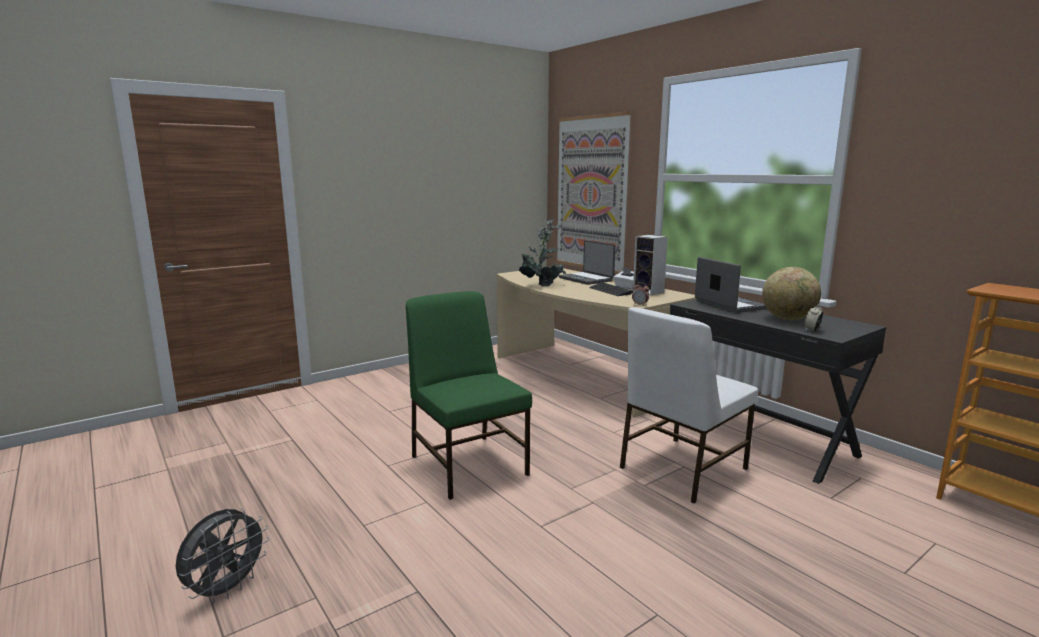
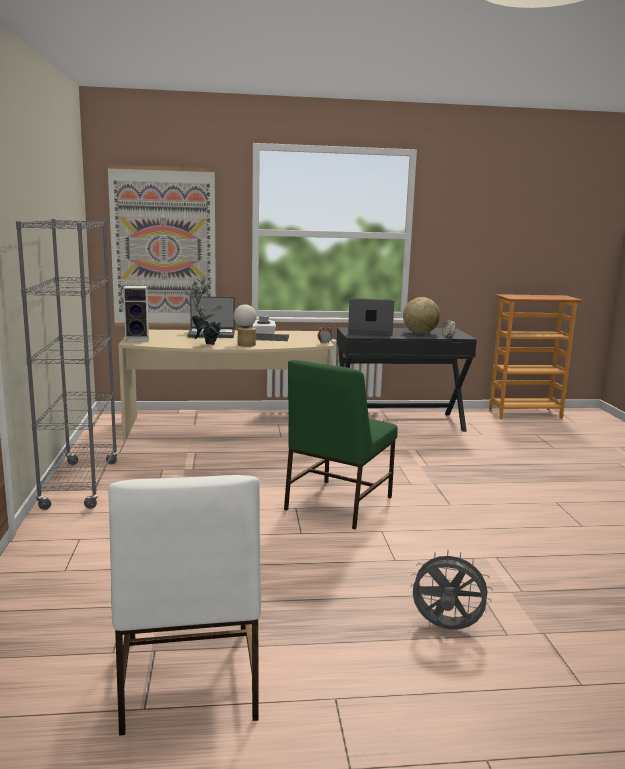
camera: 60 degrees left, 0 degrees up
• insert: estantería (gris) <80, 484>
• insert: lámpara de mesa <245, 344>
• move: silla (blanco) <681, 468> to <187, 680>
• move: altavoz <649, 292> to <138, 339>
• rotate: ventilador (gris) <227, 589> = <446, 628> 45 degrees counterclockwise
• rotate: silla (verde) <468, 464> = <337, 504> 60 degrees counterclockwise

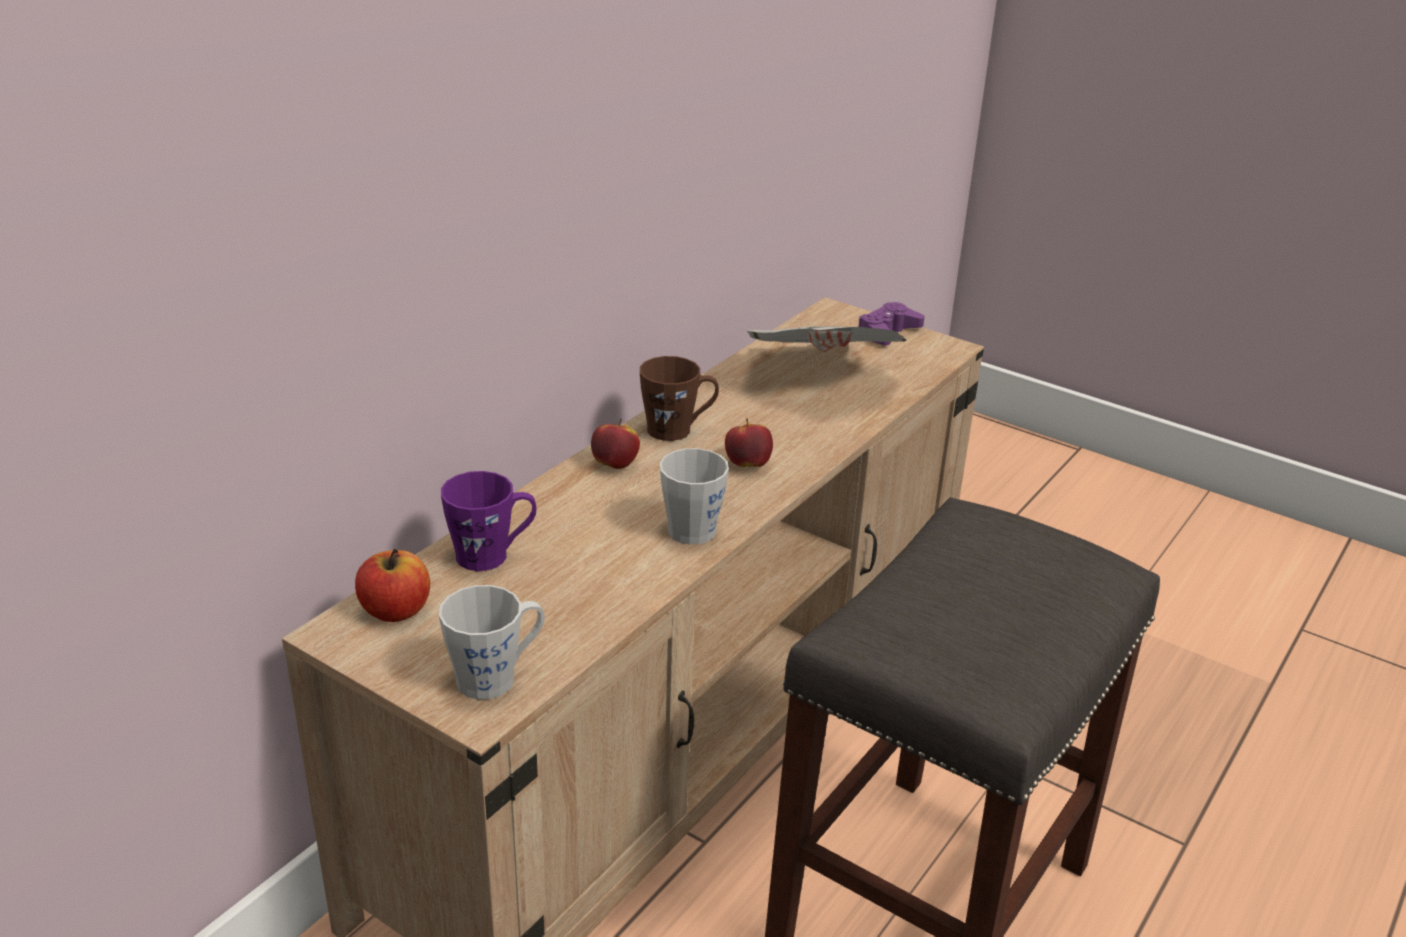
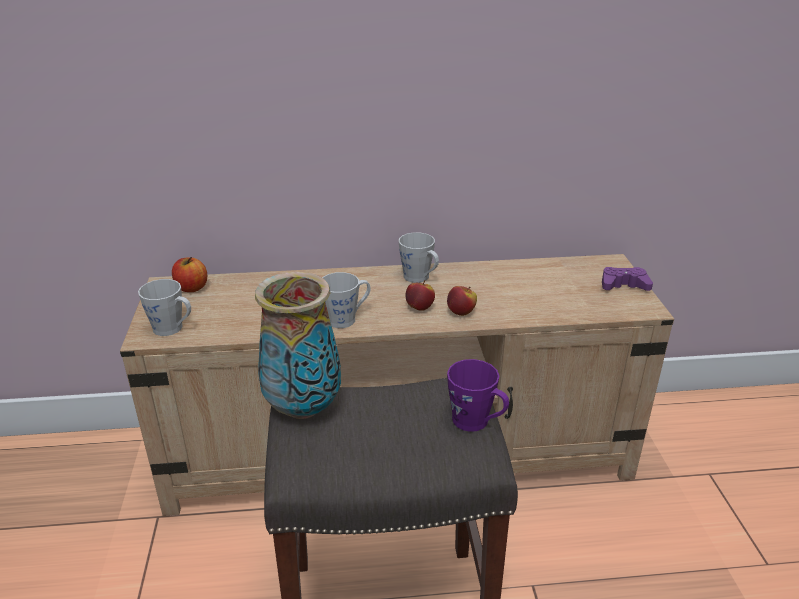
camera: 50 degrees right, 0 degrees up
• delete: periódico <821, 376>
• insert: florero <303, 409>
• move: taza grande (morado) <492, 555> to <476, 422>
• move: manzana <615, 465> to <461, 312>
• recolor: taza grande (marrón) <678, 430> to taza grande (gris) <420, 278>

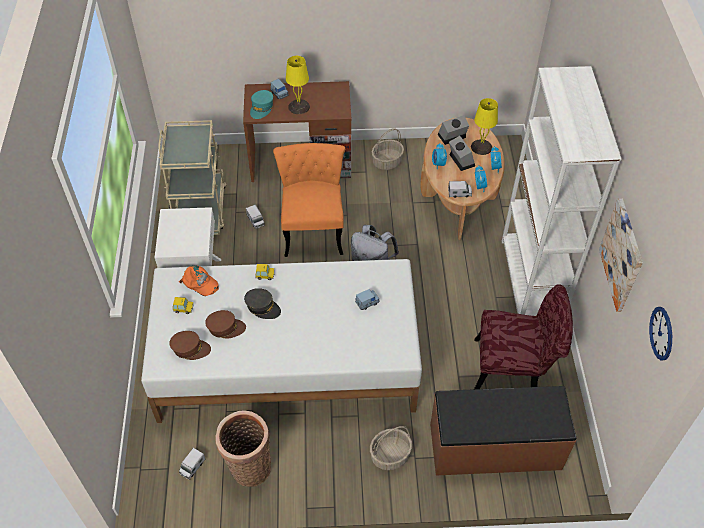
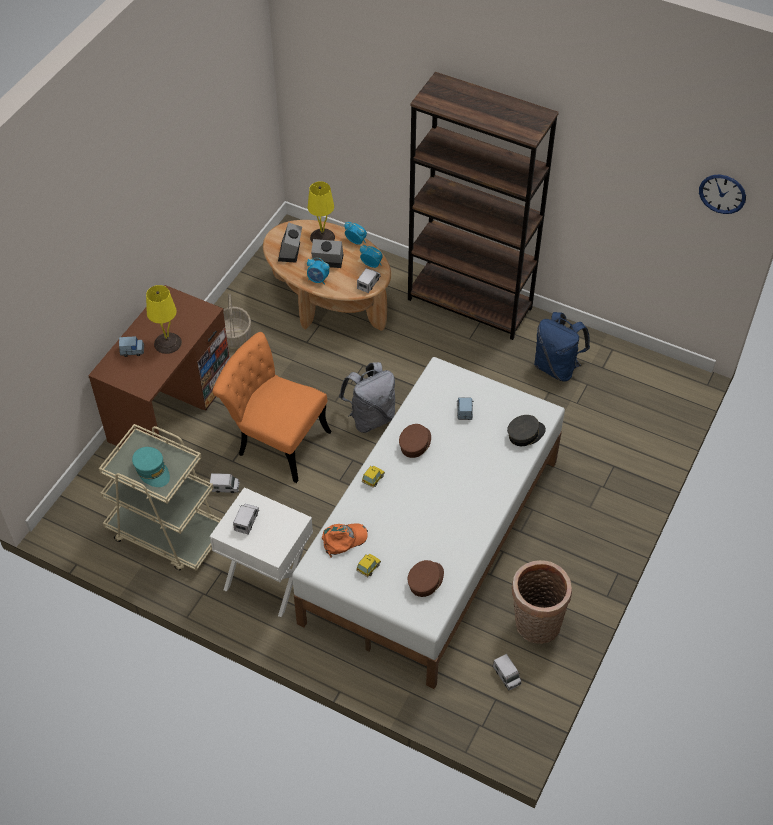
camera: 60 degrees left, 0 degrees up
• delete: cesta <390, 456>
• delete: banco (marrón) <495, 447>
• delete: cuadro <622, 255>
• insert: camión de juguete <247, 521>
• move: gorra (marrón) <225, 328> to <415, 444>
• move: gorra (gris) <262, 307> to <525, 434>
• move: gorra (turquesa) <261, 108> to <152, 471>
• replace: silla (rojo) <514, 370> to mochila (azul) <557, 367>
• recolor: estantería (blanco) <531, 281> to estantería (marrón) <470, 304>

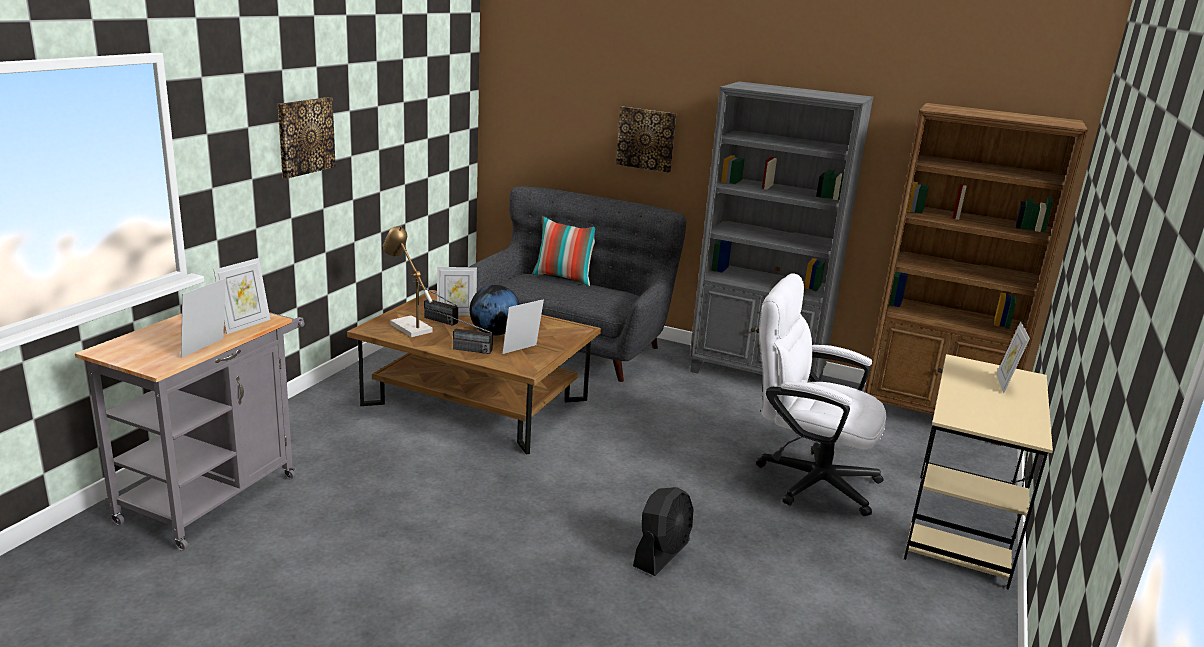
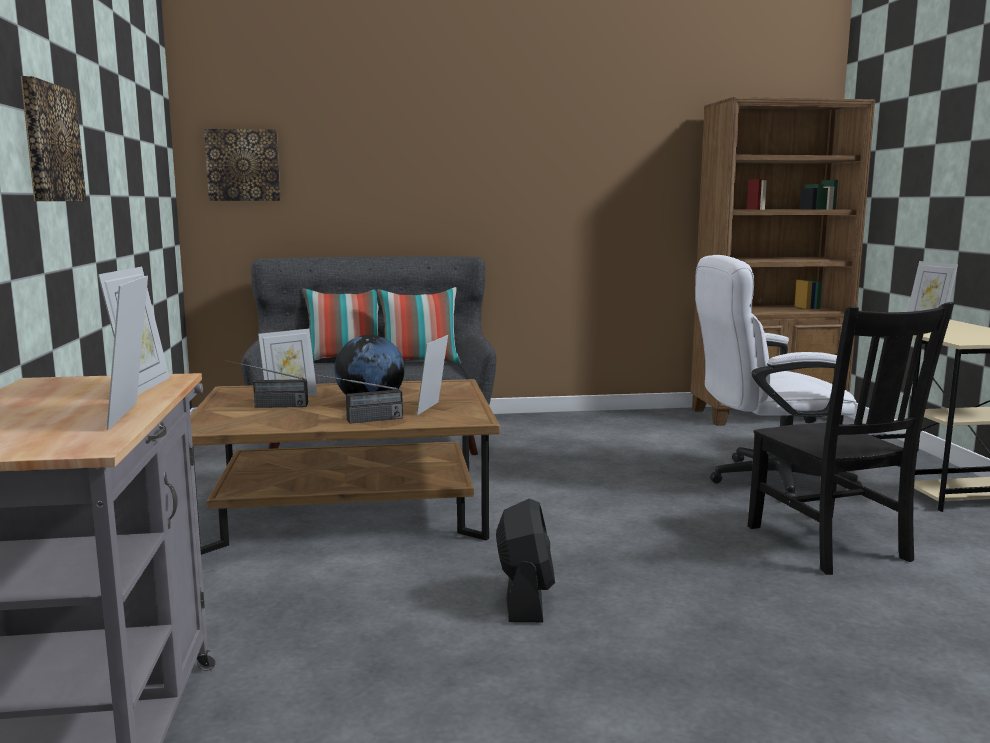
camera: 30 degrees left, 10 degrees down
• delete: lámpara de mesa <407, 326>
• delete: estantería (gris) <757, 375>
• insert: cojín <420, 363>
• insert: silla (negro) <830, 545>
• move: cuadro <646, 139> to <243, 165>
• move: ventilador (negro) <662, 554> to <525, 598>

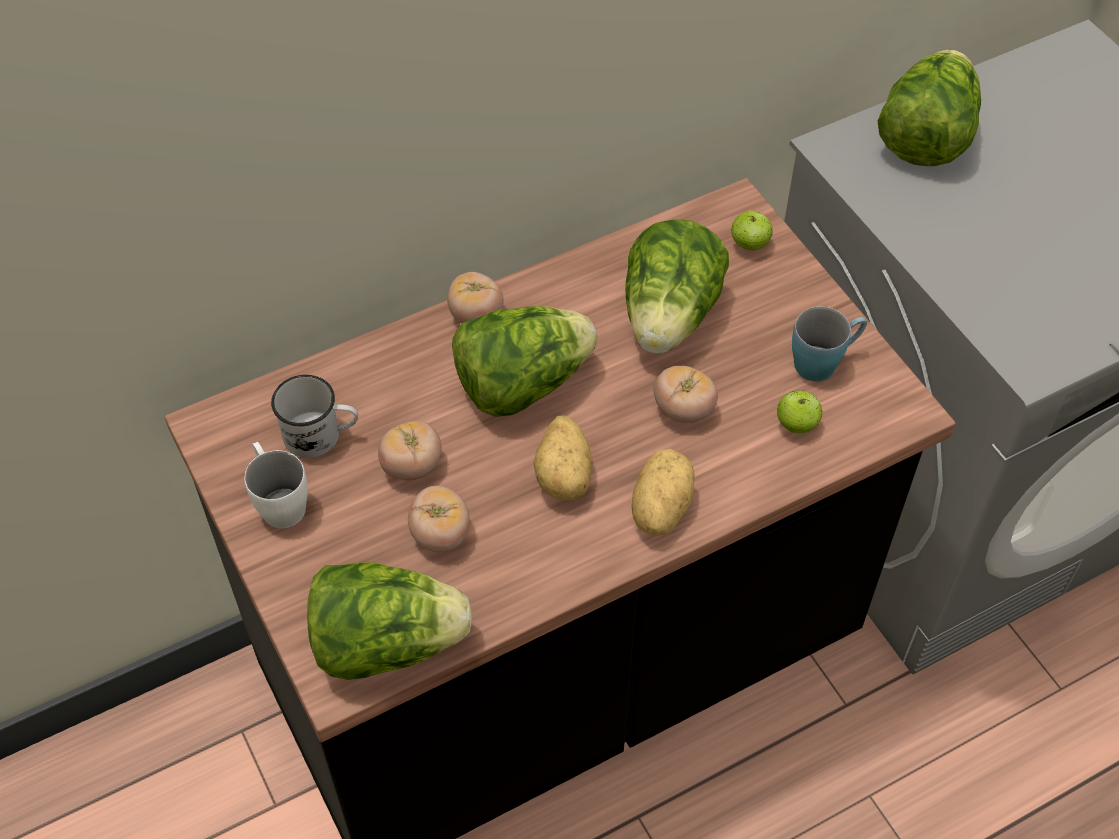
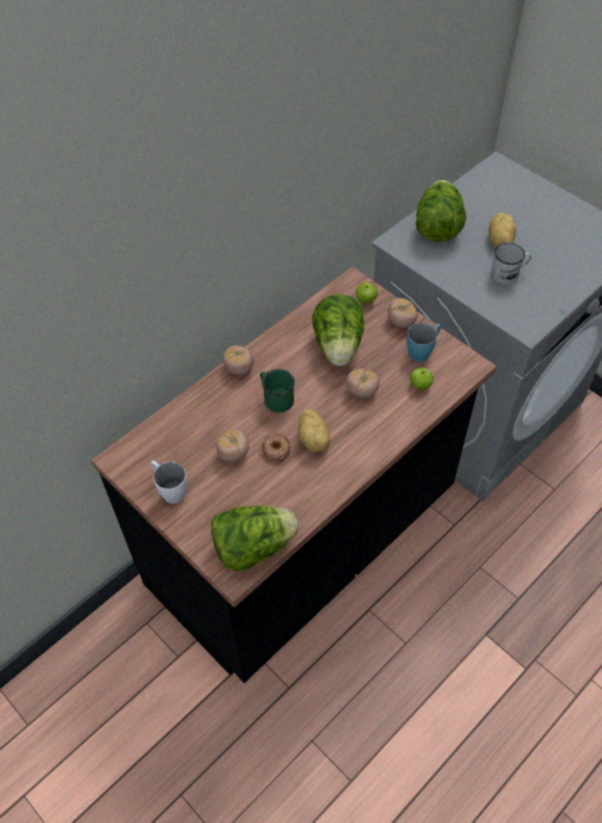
camera: 15 degrees left, 0 degrees up
• insert: rosquilla <276, 449>
• move: taza grande (blanco) <321, 436> to <508, 274>
• move: tomate <440, 534> to <401, 322>
• move: patata <658, 508> to <499, 242>
• replace: lechuga <522, 384> to taza grande (verde) <275, 398>

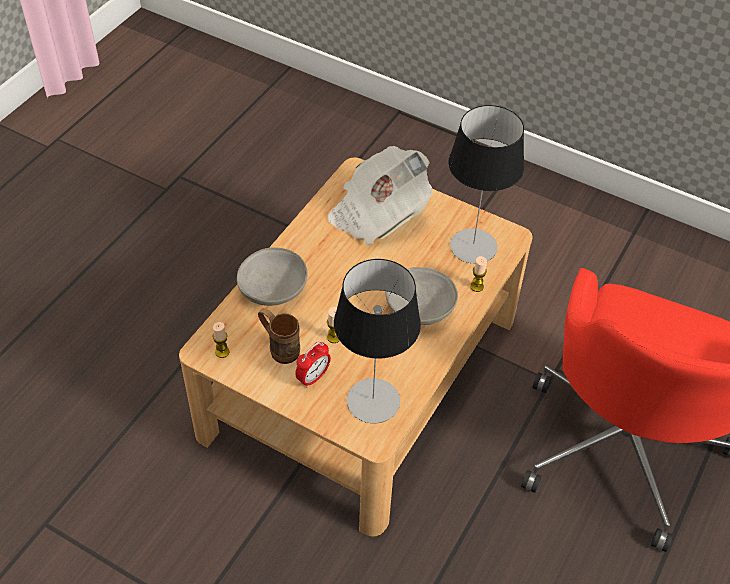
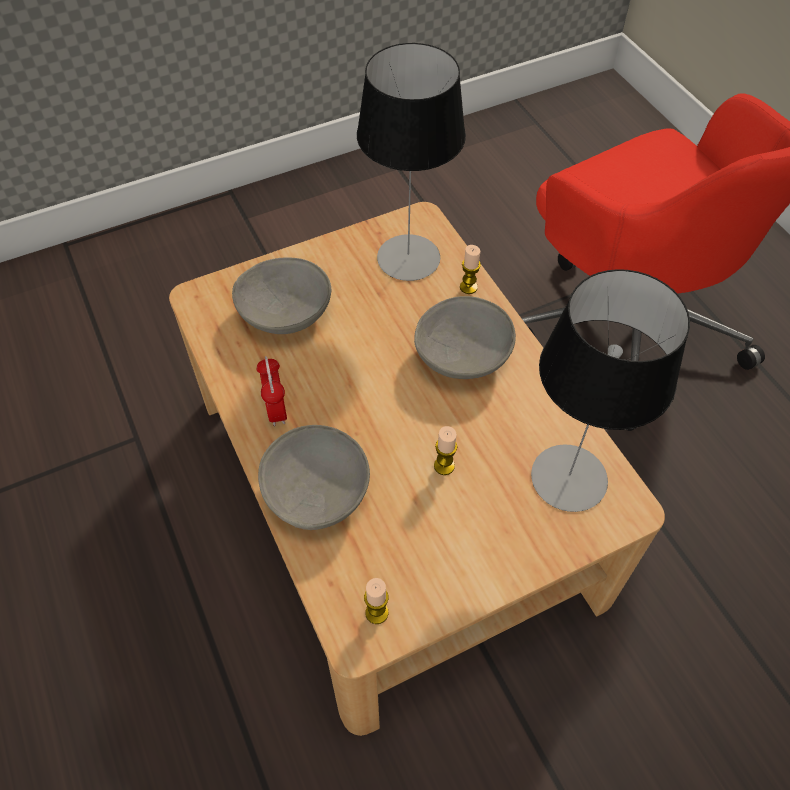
camera: 55 degrees left, 5 degrees up
• delete: taza grande (marrón) <279, 348>
• move: despertador <313, 377> to <276, 410>
• replace: periódico <378, 213> to cuenco (gris) <285, 314>

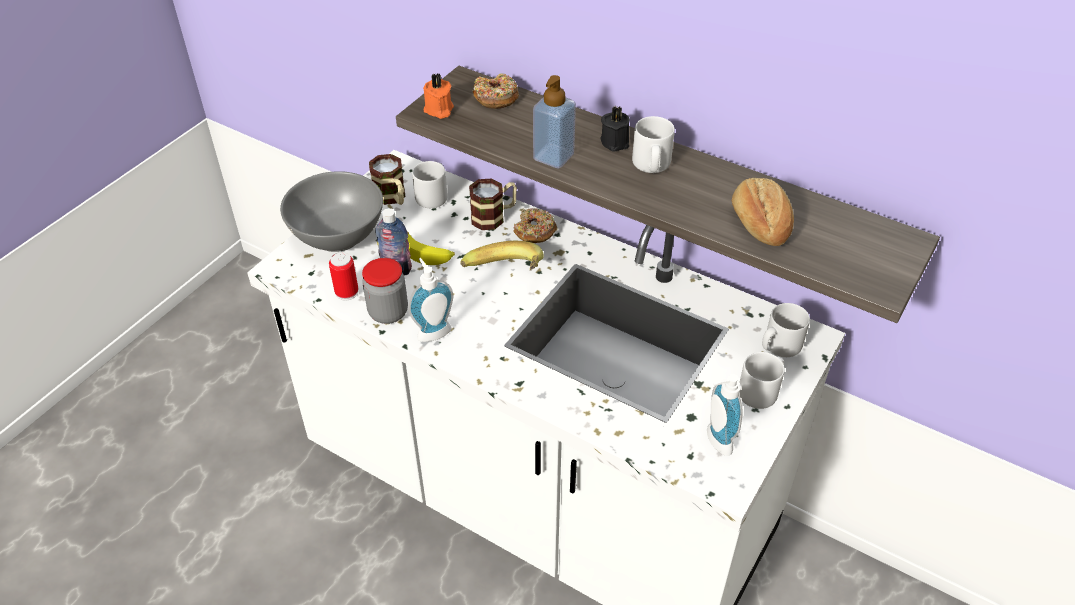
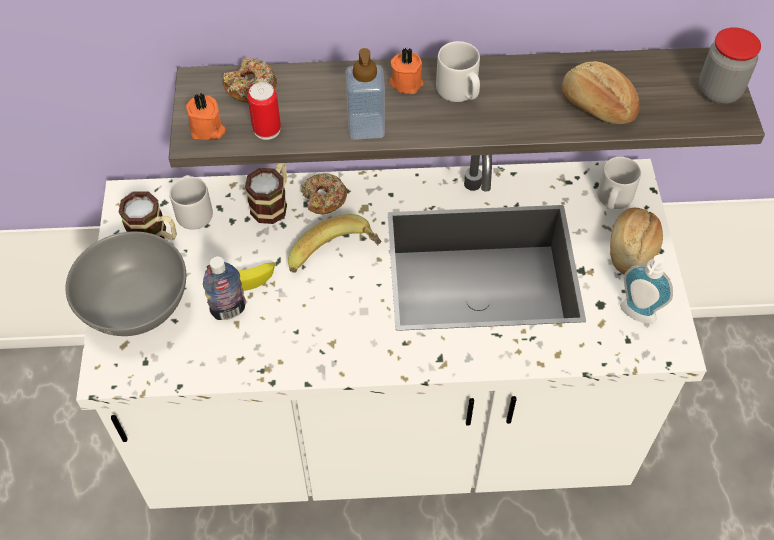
camera: 35 degrees left, 10 degrees up
• delete: dispensador de jabón <432, 330>
• move: lata <346, 292> to <267, 130>
• move: tarro <388, 312> to <719, 91>
• replace: taza grande (gris) <761, 391> to pan <632, 249>
• recolor: vela (negro) <615, 141> to vela (naranja) <406, 81>

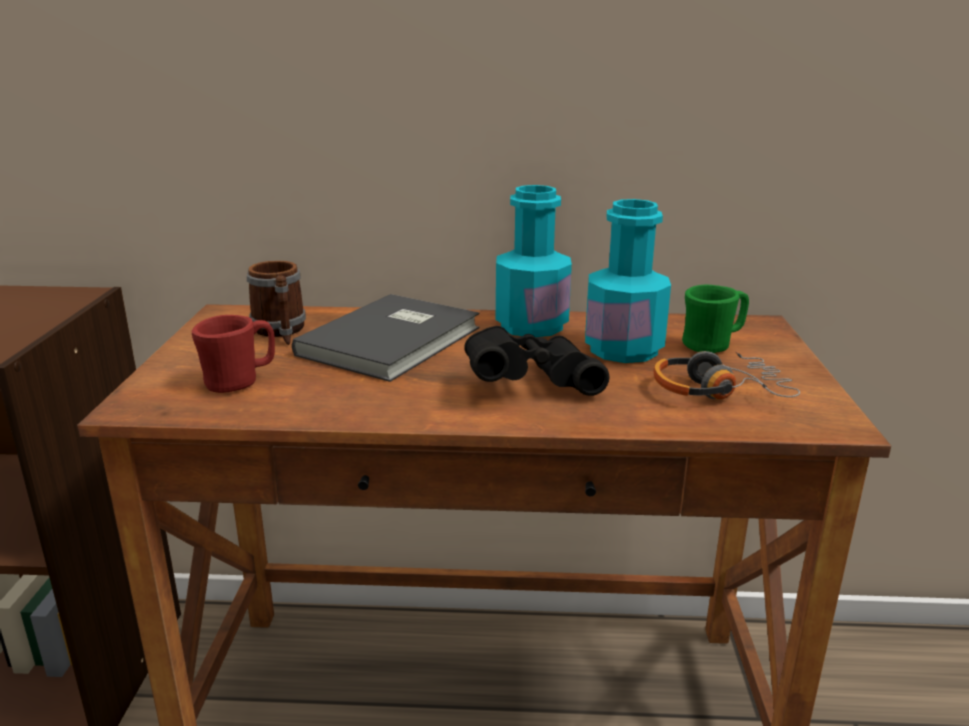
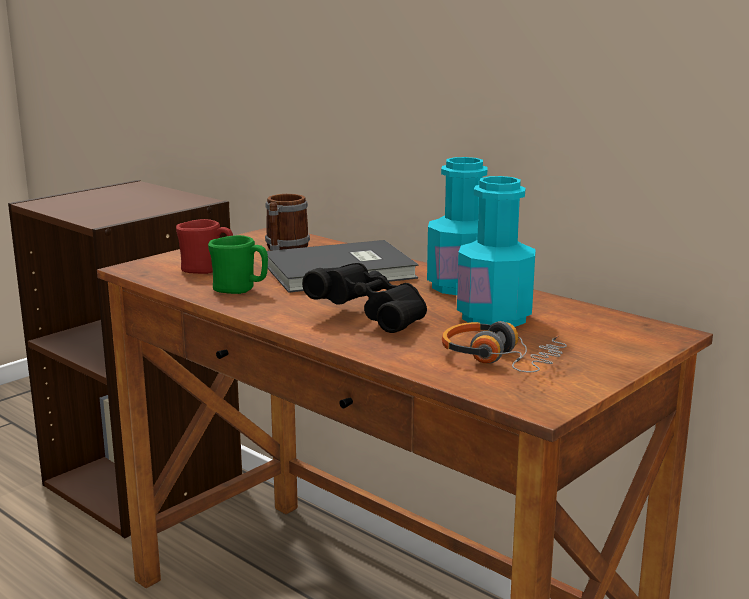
camera: 40 degrees right, 5 degrees down
• move: taza grande (verde) <712, 345> to <240, 290>

